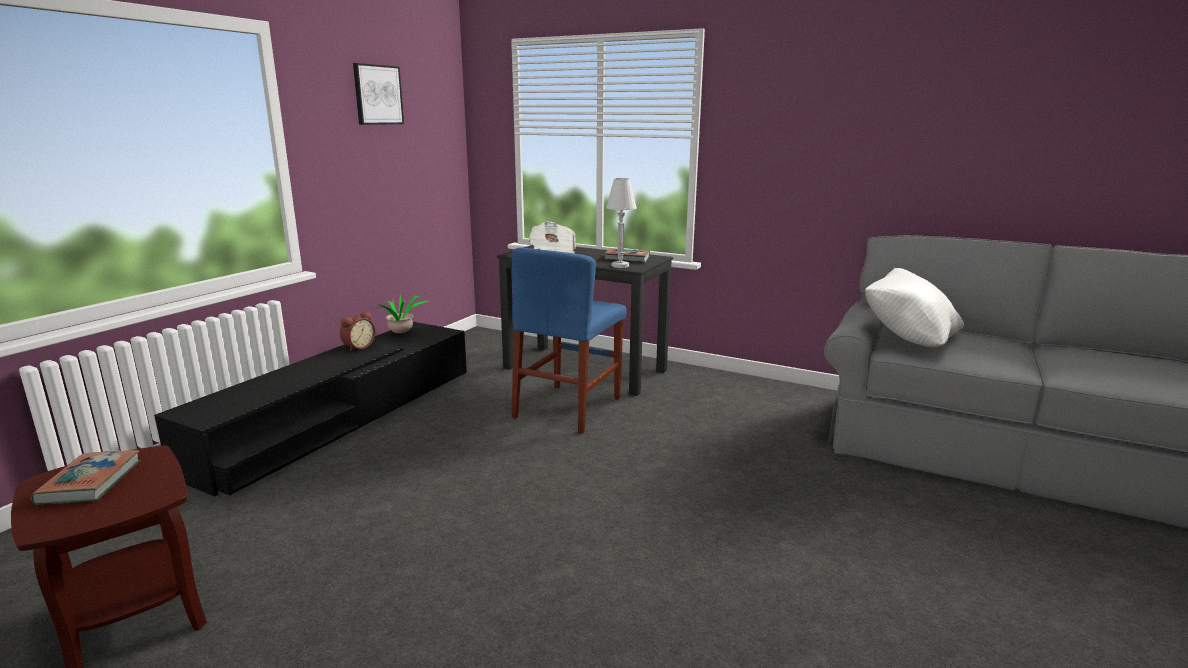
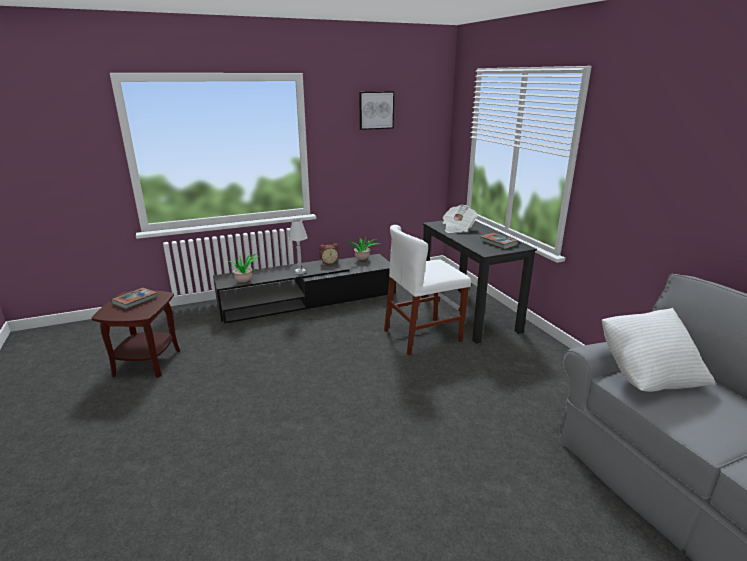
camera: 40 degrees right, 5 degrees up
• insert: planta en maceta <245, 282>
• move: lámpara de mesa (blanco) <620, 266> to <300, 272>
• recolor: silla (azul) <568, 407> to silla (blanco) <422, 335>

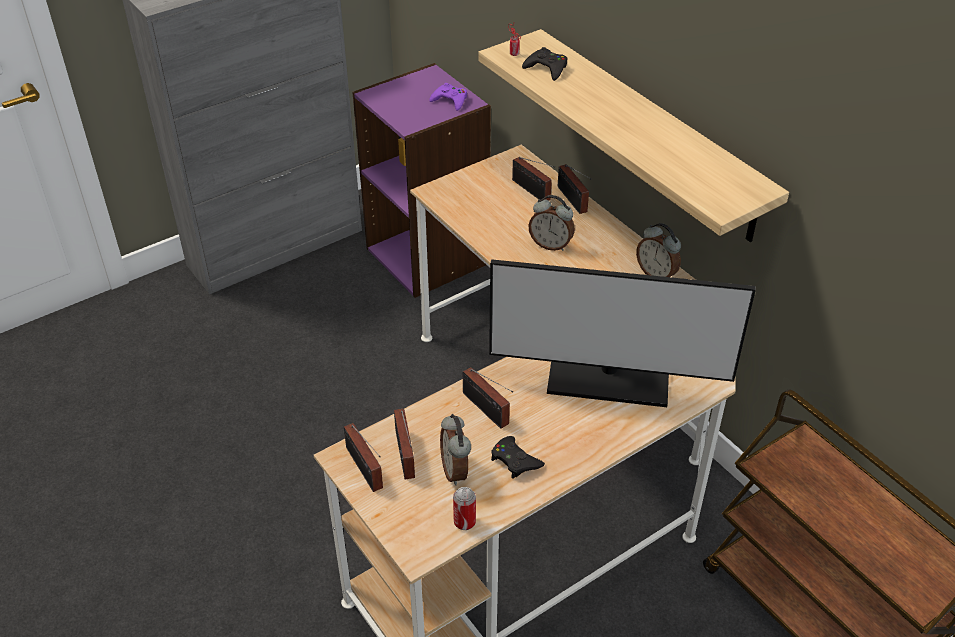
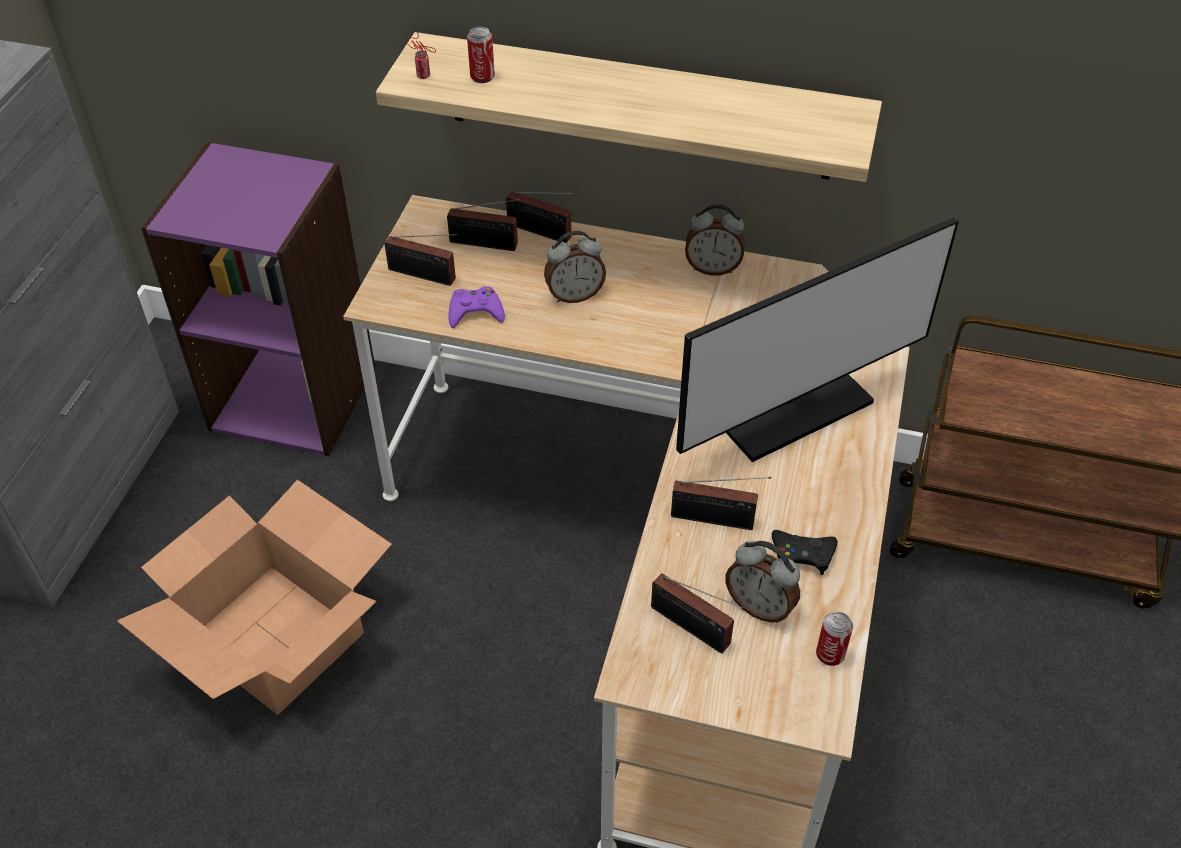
camera: 40 degrees left, 5 degrees up
• insert: caja de cartón <276, 636>
• move: radio <365, 470> to <425, 276>
• move: mando de consola (morado) <450, 100> to <475, 312>
• replace: mando de consola (negro) <546, 68> to lata <482, 77>

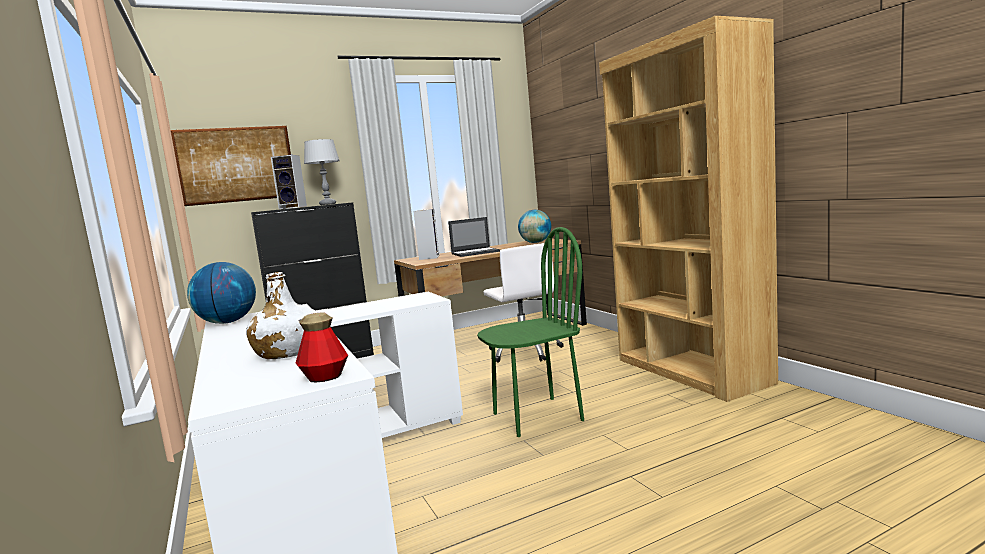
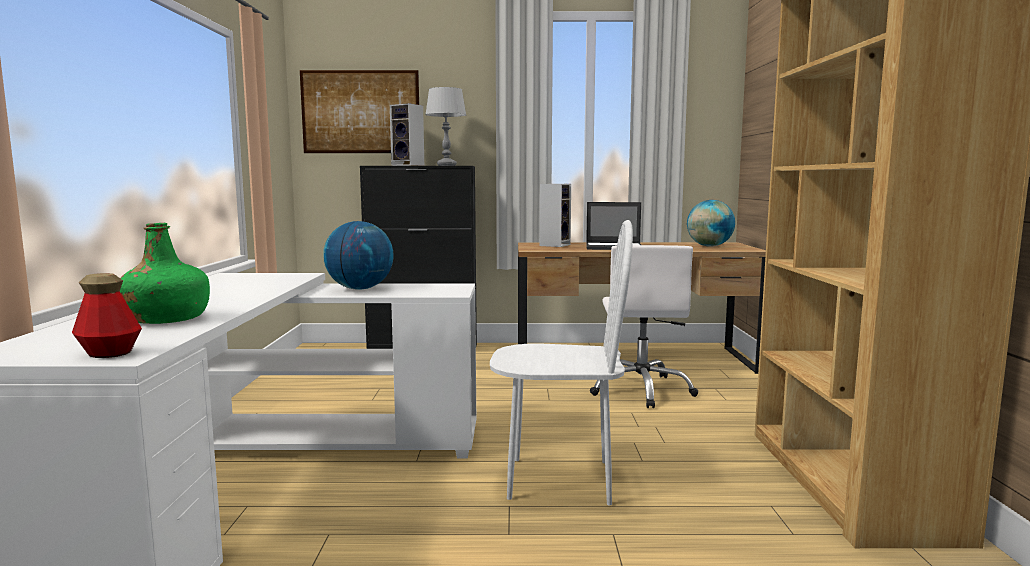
camera: 25 degrees right, 0 degrees up
• move: globo terráqueo <227, 322> to <360, 289>
• recolor: botella (blanco) <288, 353> to botella (verde) <167, 319>
• recolor: silla (verde) <537, 416> to silla (blanco) <560, 480>

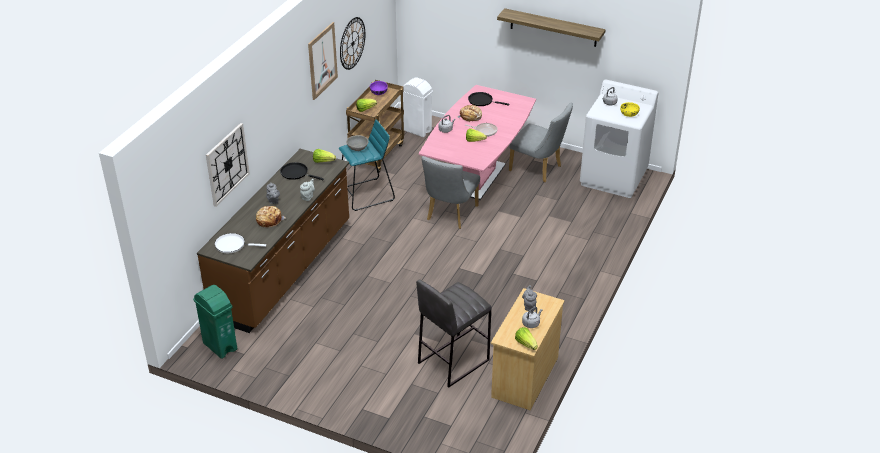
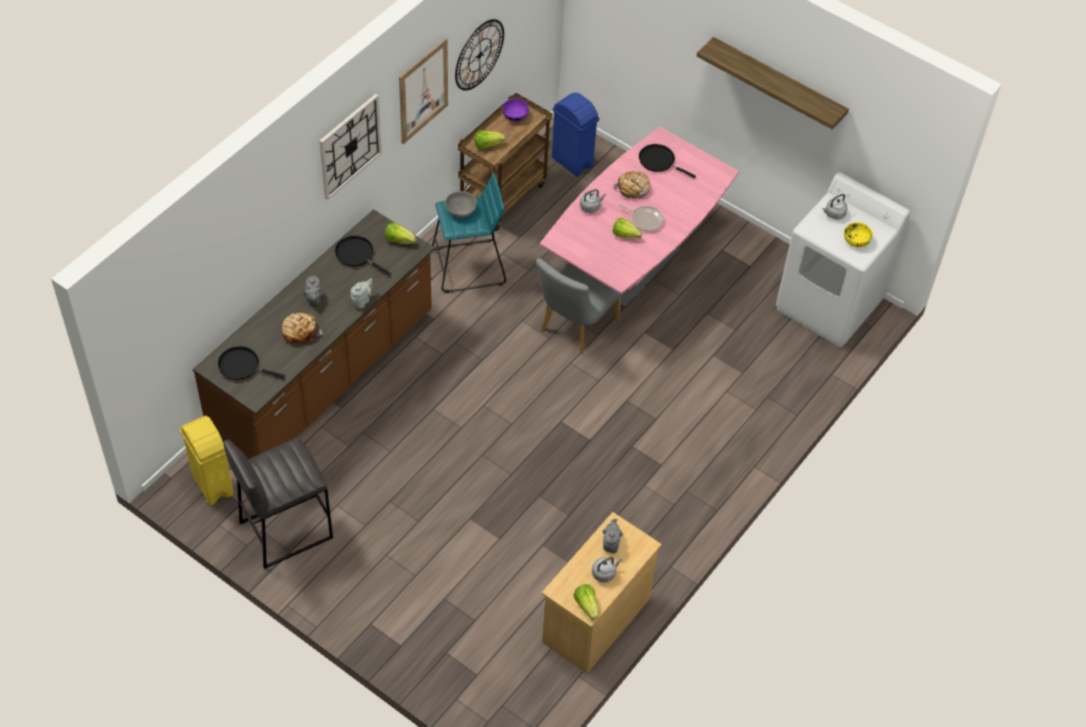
camera: 10 degrees right, 15 degrees up
• delete: silla (gris) <539, 169>
• move: reloj de pared <227, 164> to <350, 146>
• move: taburete (gris) <452, 361> to <285, 529>
• recolor: papelera (verde) <220, 346> to papelera (amarillo) <213, 484>
• recolor: sartén (blanco) <232, 245> to sartén (negro) <242, 366>
• recolor: papelera (blanco) <417, 130> to papelera (azul) <572, 162>

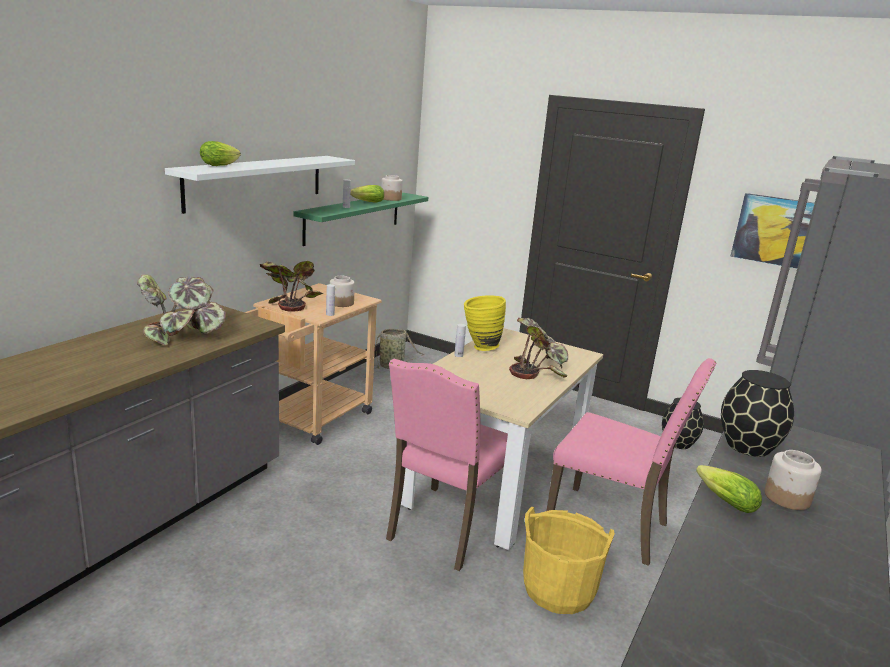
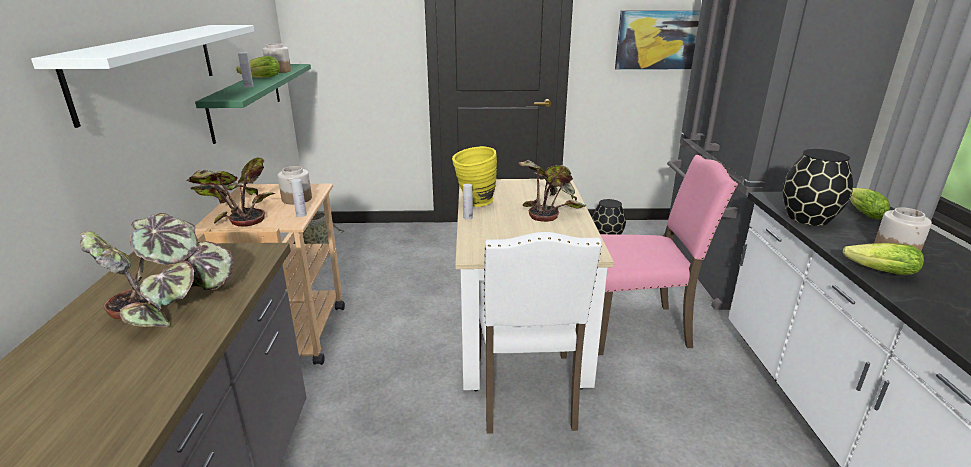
camera: 30 degrees left, 5 degrees up
• delete: cubo (amarillo) <558, 589>
• move: lechuga <222, 165> to <861, 212>
• recolor: silla (rosa) <446, 528> to silla (blanco) <526, 393>

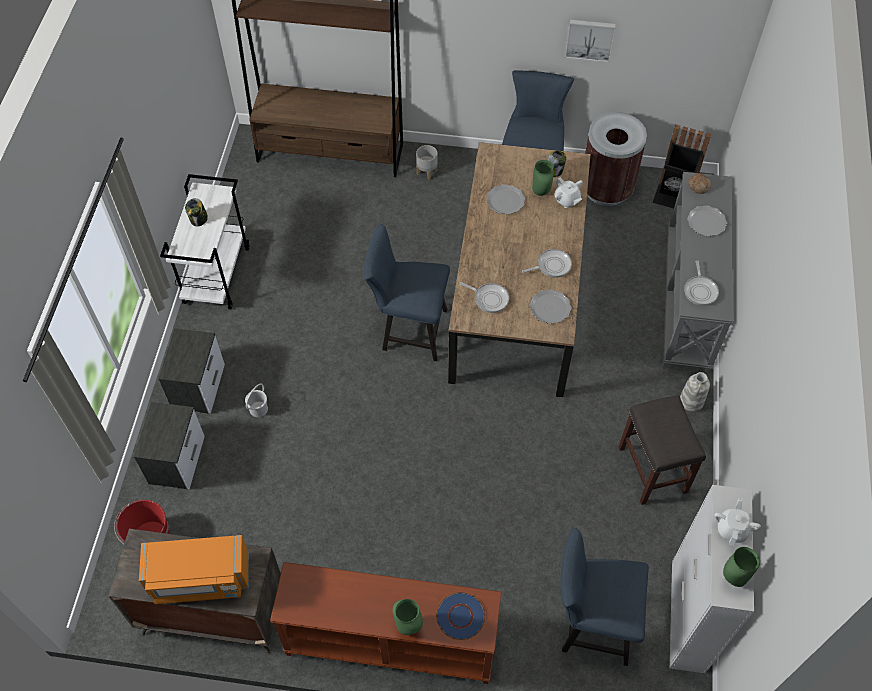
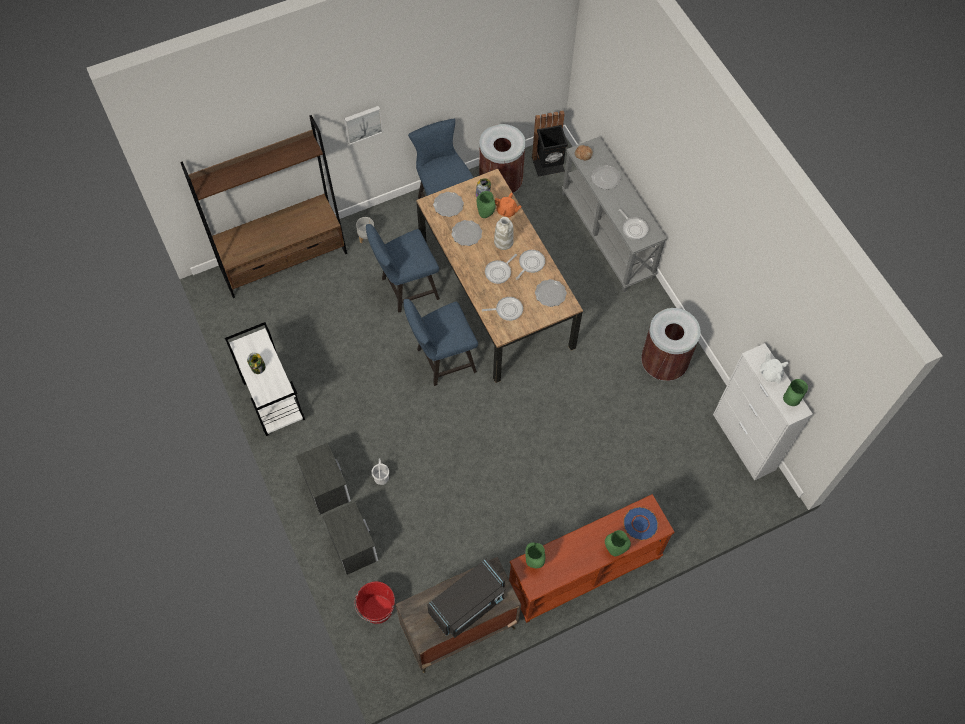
camera: 35 degrees left, 5 degrees up
• insert: plato <448, 205>
• insert: sartén <499, 272>
• insert: florero (verde) <534, 562>
• move: silla (azul) <590, 623> to <406, 289>
• move: cuadro <589, 39> to <362, 123>
• move: florero (blanco) <691, 402> to <504, 242>
• replace: taburete (gris) <653, 470> to papelera (marrón) <663, 363>
• recolor: microondas (naranja) <200, 578> to microondas (negro) <467, 604>
• recolor: tetera (blanco) <567, 200> to tetera (naranja) <506, 211>

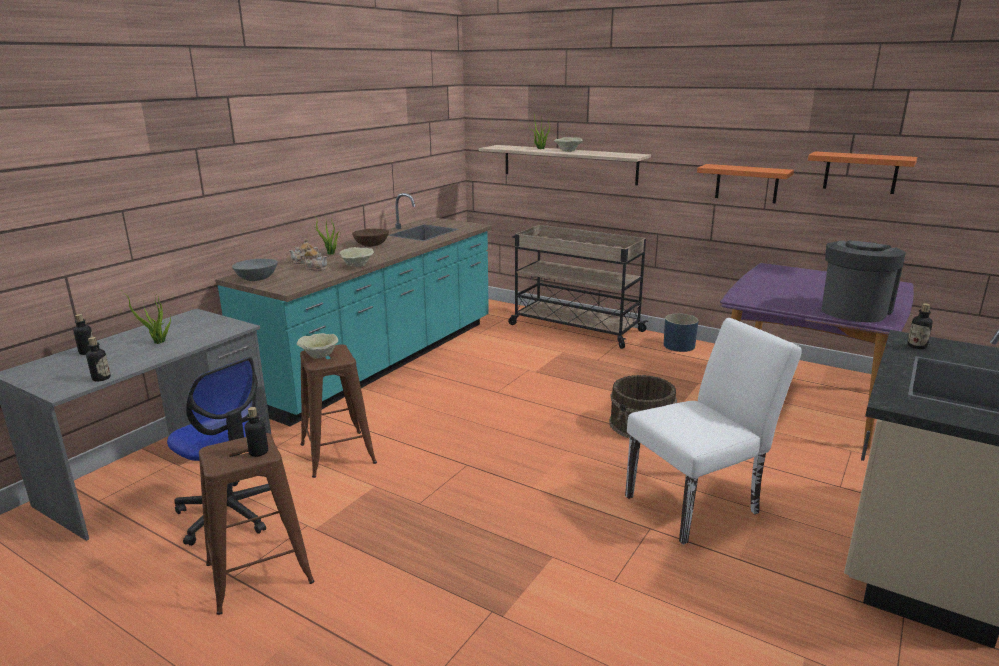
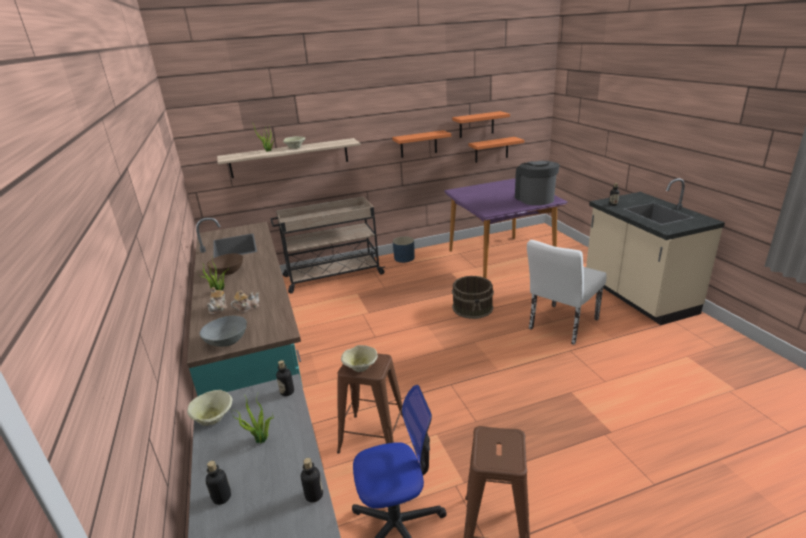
camera: 50 degrees left, 5 degrees up
• insert: estante (naranja) <491, 150>
• move: botella <258, 452> to <287, 392>
• move: cuenco (beis) <357, 266> to <214, 418>
• rotate: silla (blanco) <699, 502> = <560, 326> 150 degrees counterclockwise

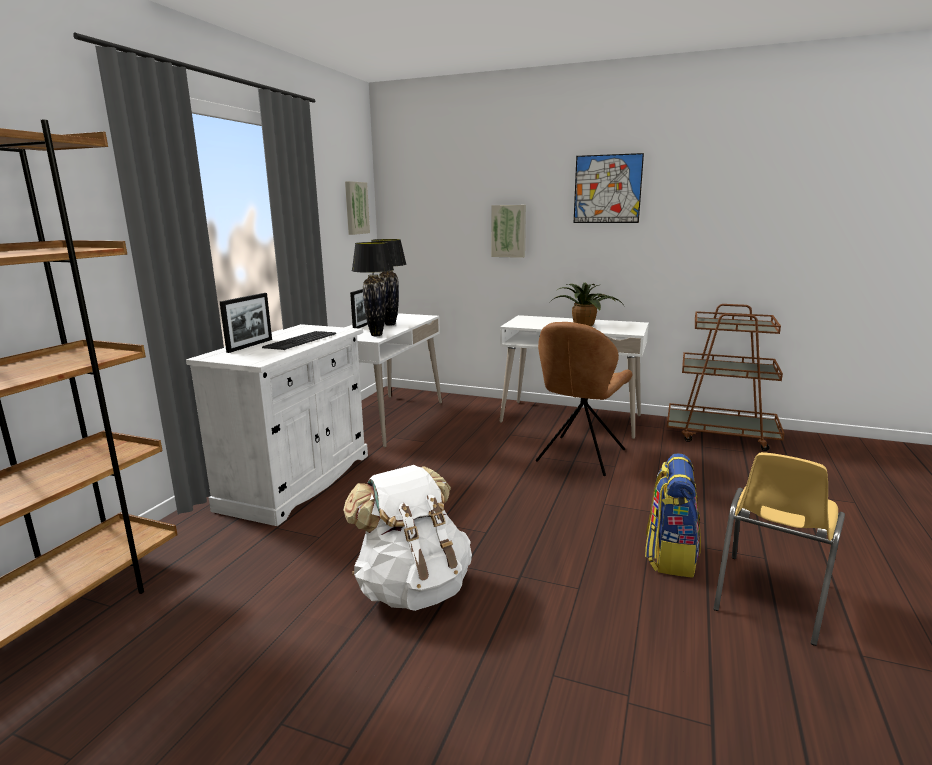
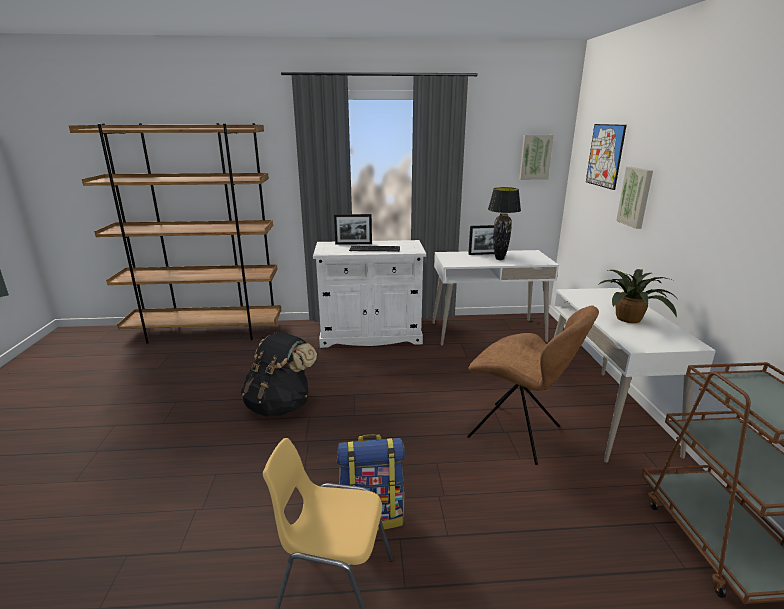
camera: 65 degrees right, 5 degrees up
• delete: lámpara de mesa (negro) <376, 335>
• move: cuadro <607, 189> to <605, 155>
• recolor: mochila (blanco) <413, 587> to mochila (negro) <280, 405>
• rotate: silla (marrón) <579, 457> = <517, 433> 150 degrees counterclockwise

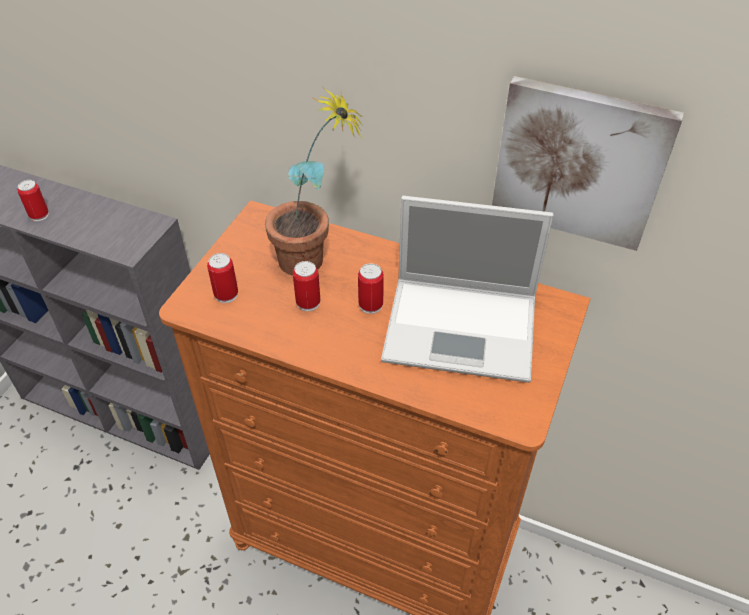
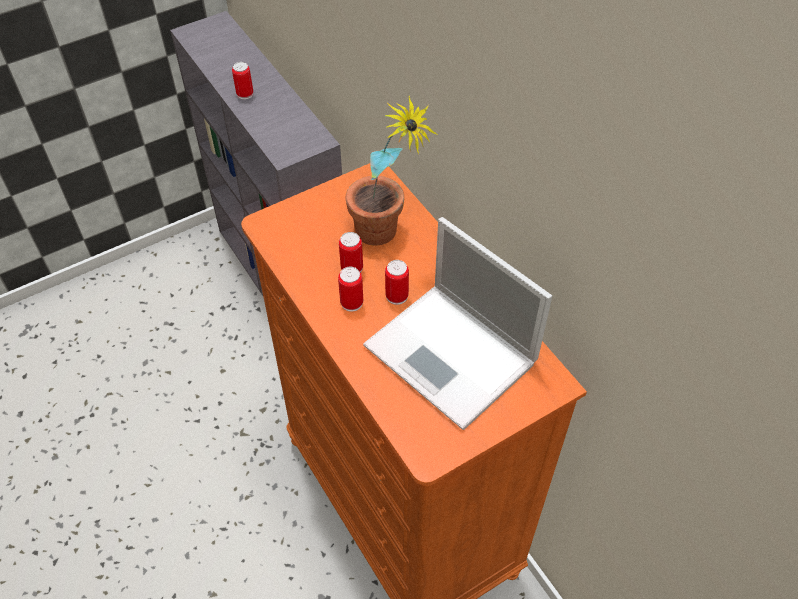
camera: 35 degrees right, 5 degrees up
• delete: cuadro <579, 163>
• move: lata <226, 294> to <351, 302>

